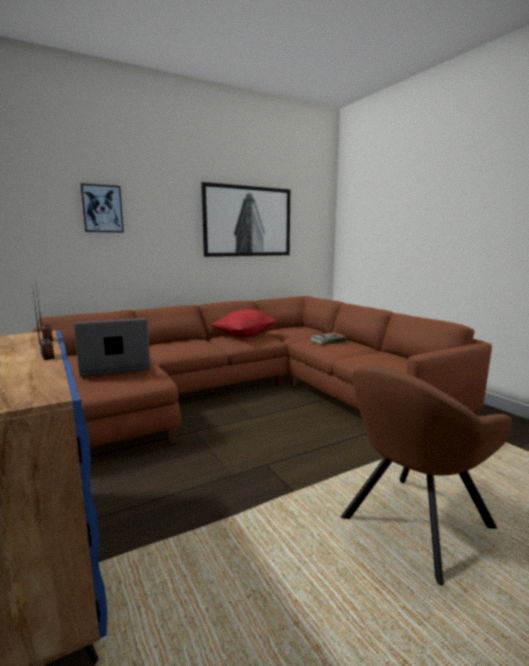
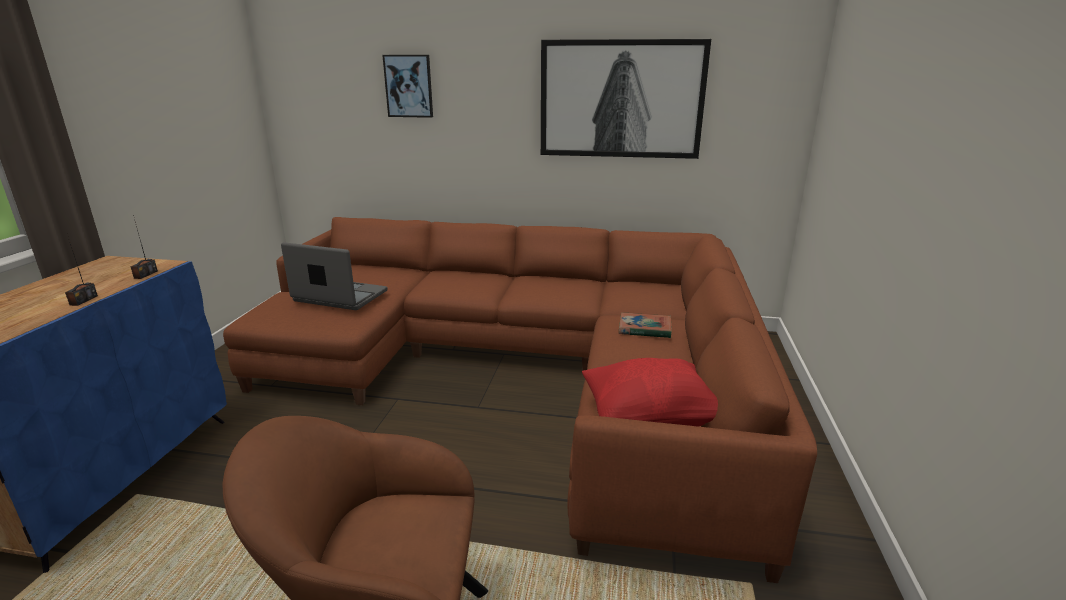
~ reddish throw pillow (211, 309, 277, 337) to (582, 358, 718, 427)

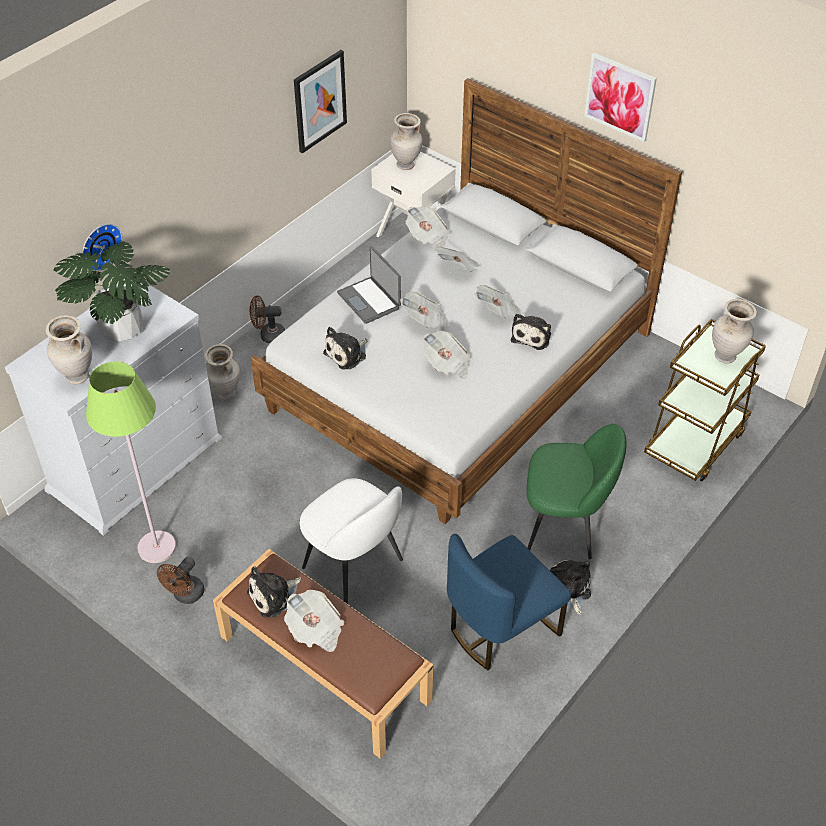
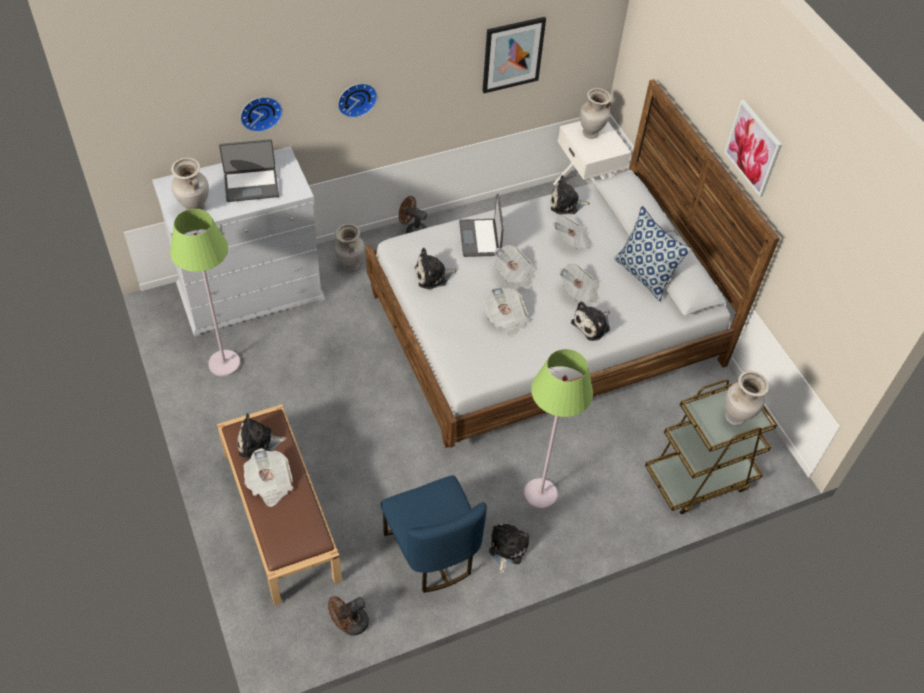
- whitish plain chair (300, 478, 403, 604)
+ hanging clock (338, 83, 378, 118)
+ throw pillow (614, 206, 691, 302)
~ brown-coloured fan (157, 557, 204, 604) to (328, 596, 369, 636)
~ potted plant (53, 241, 170, 341) to notebook computer (219, 139, 279, 202)
~ newspaper (405, 206, 450, 248) to plush toy (551, 175, 590, 214)
~ green-coloured plain chair (527, 424, 626, 559) to green-coloured standing lamp (524, 349, 593, 509)
~ bluish plain chair (447, 534, 571, 670) = (381, 475, 487, 593) 105 degrees counterclockwise

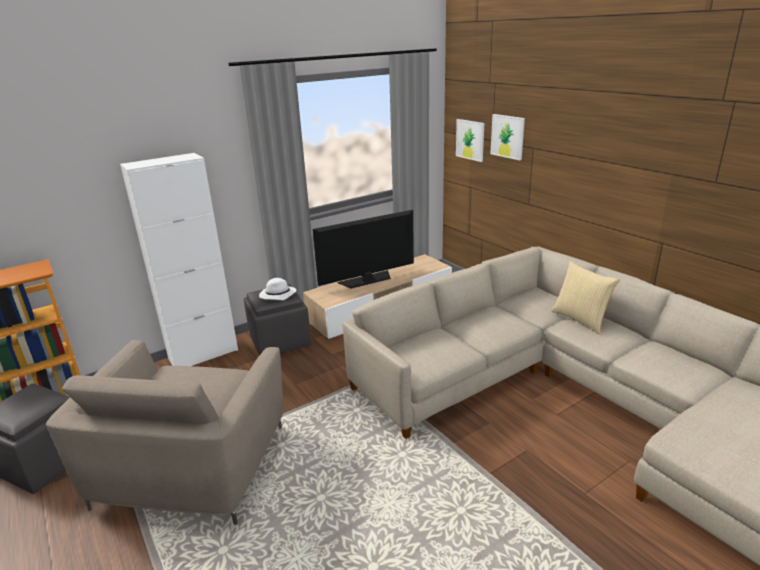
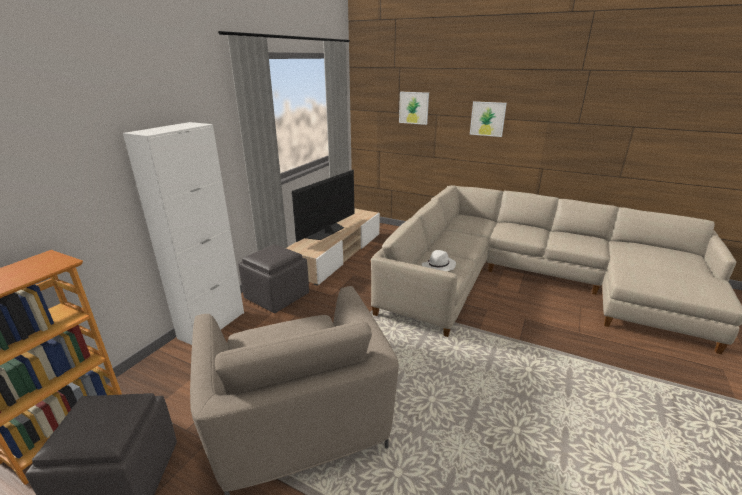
- throw pillow (552, 261, 620, 334)
~ whitish hat (259, 278, 296, 300) to (422, 250, 456, 271)
~ picture (456, 119, 484, 162) to (470, 101, 507, 137)

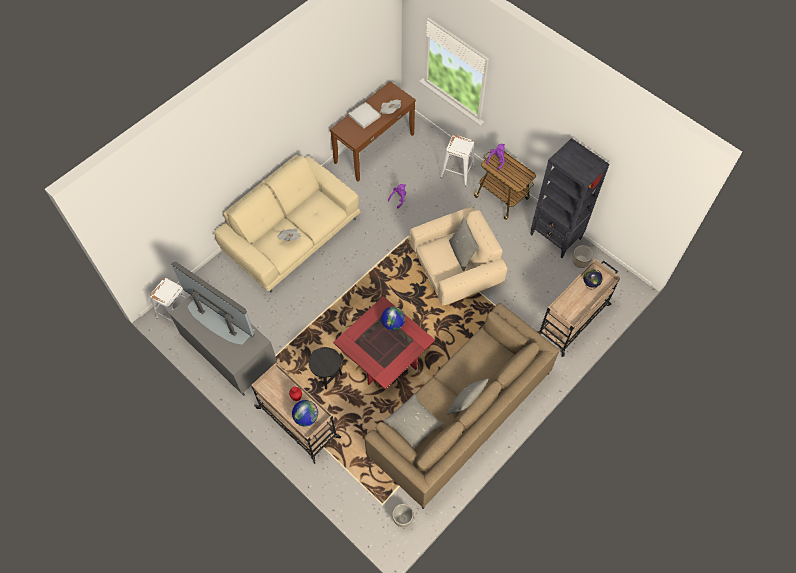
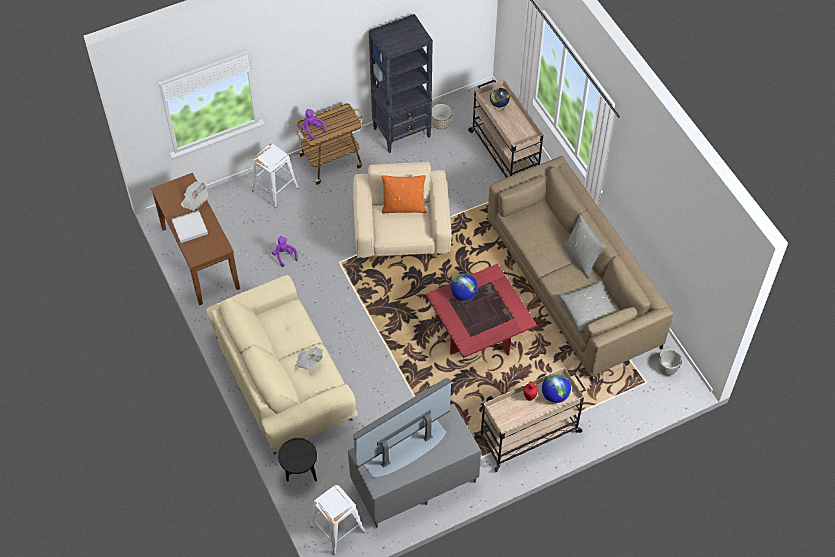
~ black-coloured accent table (309, 347, 342, 390) to (278, 438, 317, 482)
~ grey throw pillow (449, 217, 479, 271) to orange throw pillow (381, 175, 426, 213)

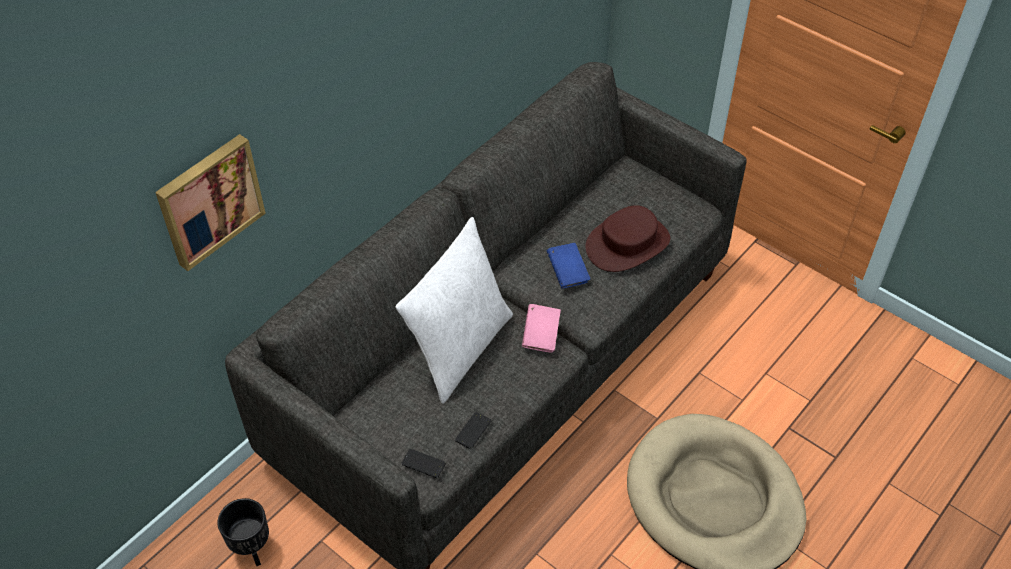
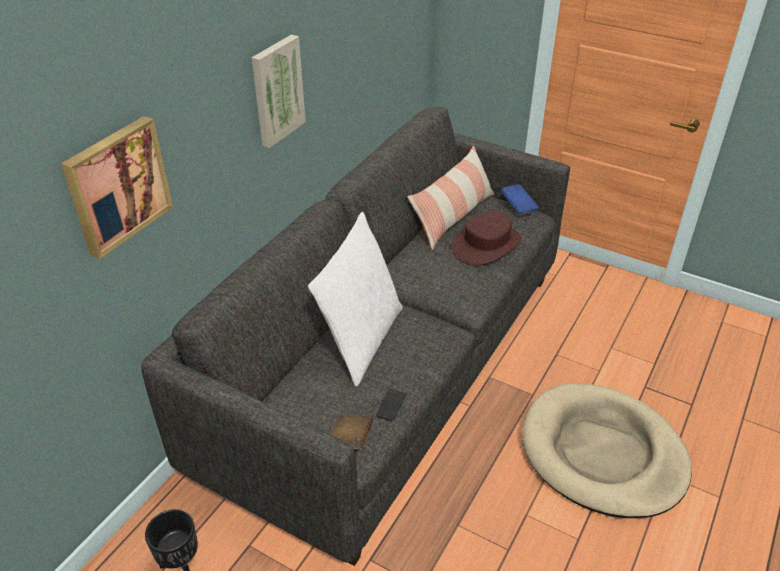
- pink volume (522, 304, 561, 353)
+ picture (251, 35, 306, 148)
+ throw pillow (407, 146, 494, 250)
~ bluish volume (547, 243, 590, 288) to (500, 184, 539, 215)
~ handset (401, 449, 446, 478) to brown-coloured volume (330, 415, 373, 449)

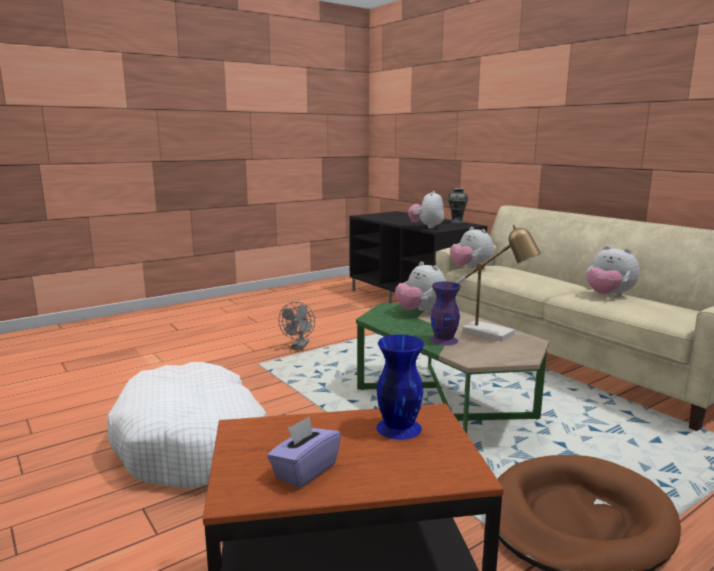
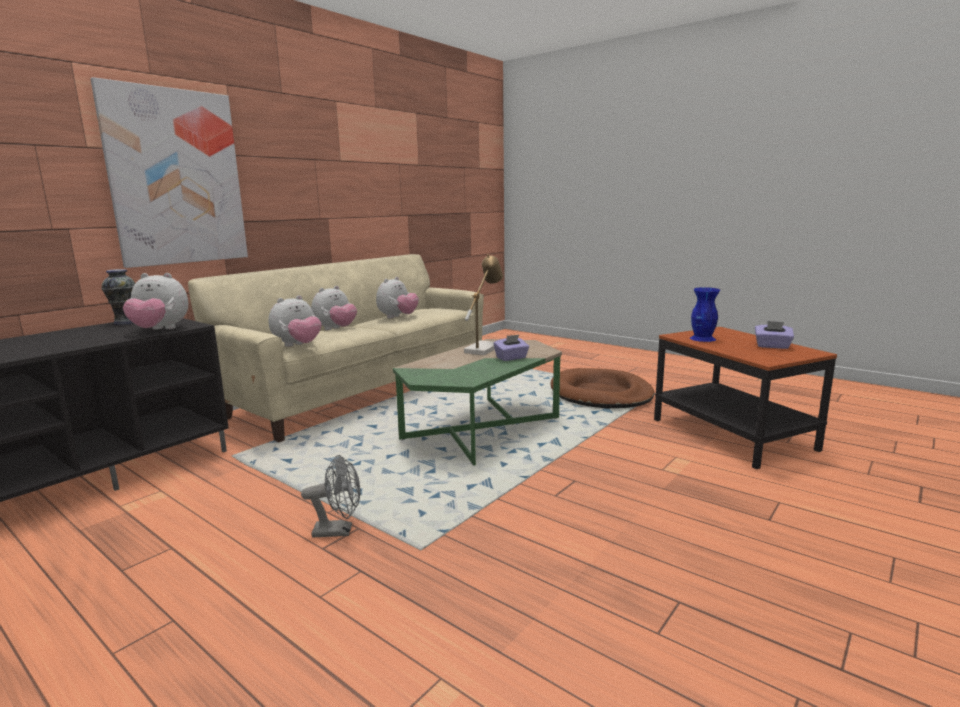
- whitish dog bed (108, 362, 267, 488)
+ picture (90, 77, 248, 268)
~ plush toy (395, 262, 447, 314) to (311, 286, 357, 330)
~ purple vase (430, 282, 461, 345) to purple box of tissues (494, 335, 529, 361)

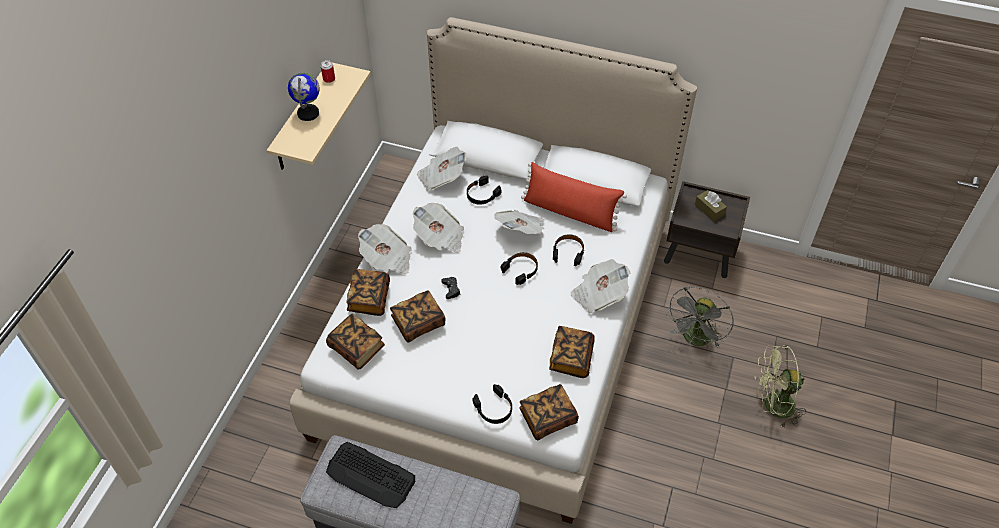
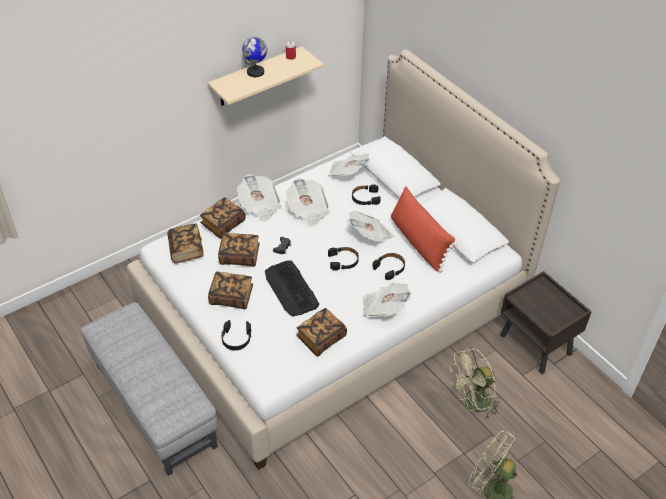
- brown-coloured box of tissues (695, 190, 727, 221)
~ computer keyboard (326, 442, 415, 508) to (265, 260, 319, 316)
~ volume (519, 384, 579, 440) to (208, 271, 253, 309)
~ grey fan (666, 287, 734, 348) to green-coloured fan (450, 347, 501, 421)

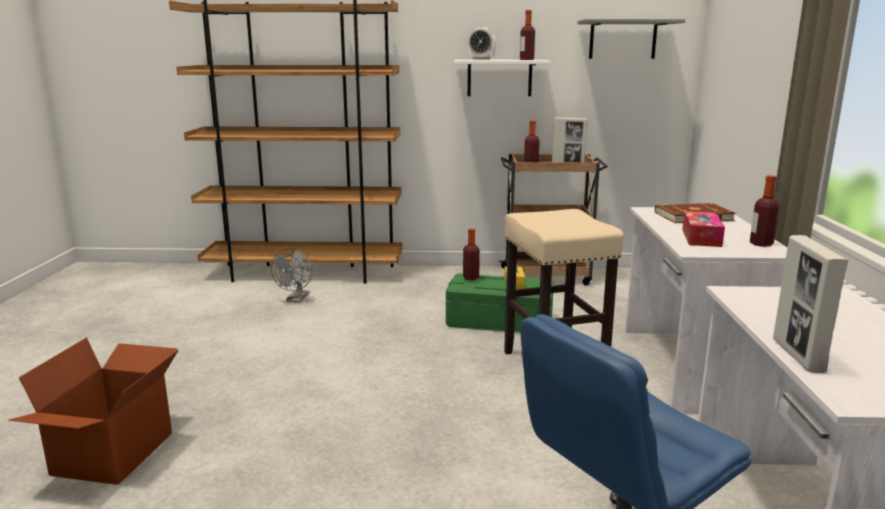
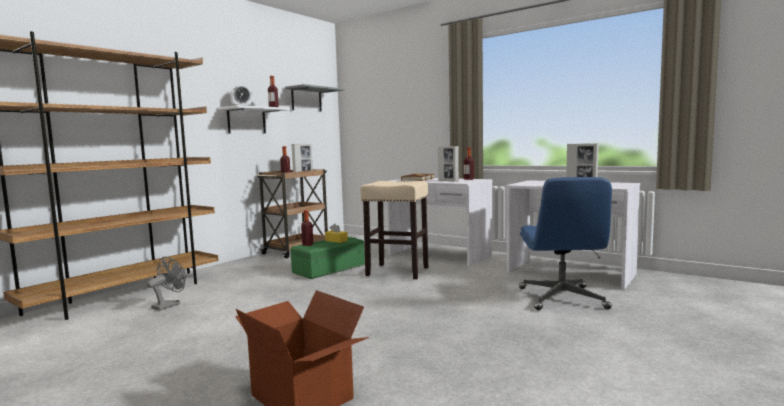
~ box of tissues (682, 211, 725, 247) to photo frame (438, 146, 459, 182)
~ grey fan (271, 248, 312, 303) = (147, 257, 186, 311) 105 degrees counterclockwise

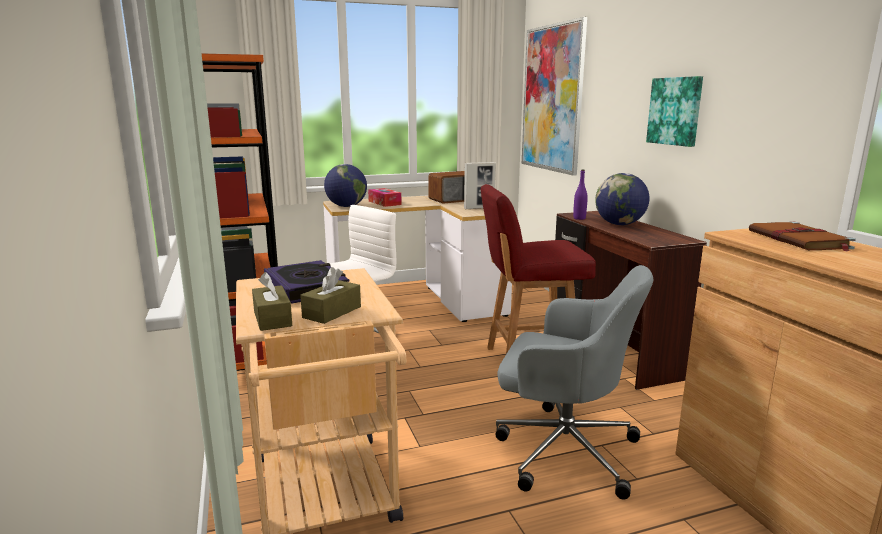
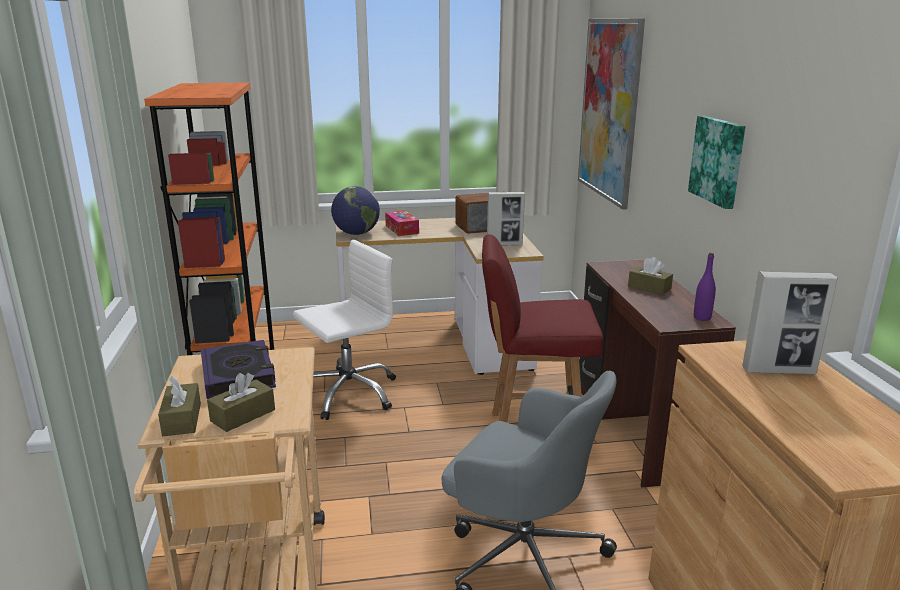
~ purple bottle (573, 169, 588, 220) to (694, 253, 716, 321)
~ desk globe (595, 173, 649, 225) to brown-coloured box of tissues (628, 257, 673, 295)
~ brown-coloured volume (749, 222, 856, 251) to photo frame (742, 271, 837, 374)

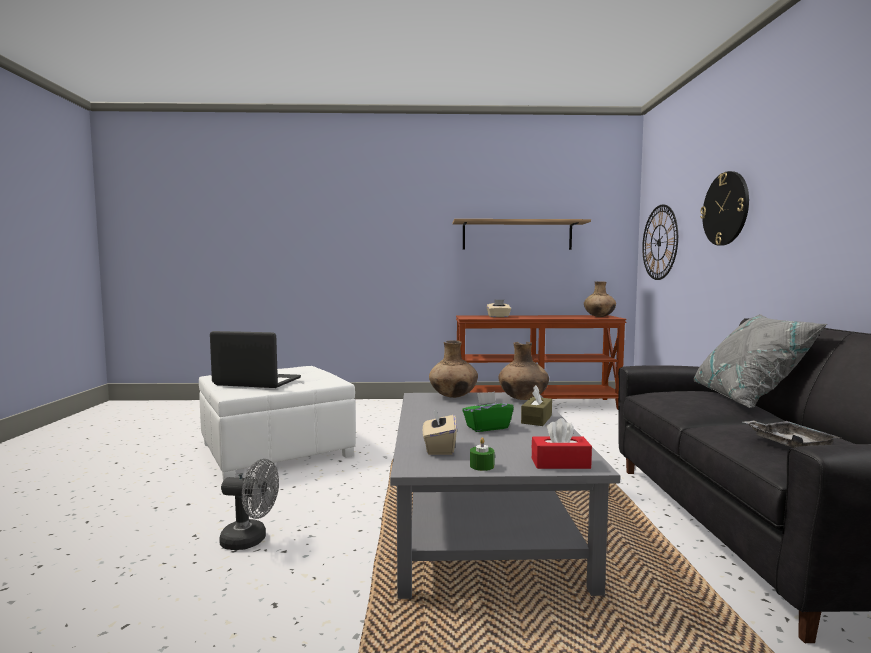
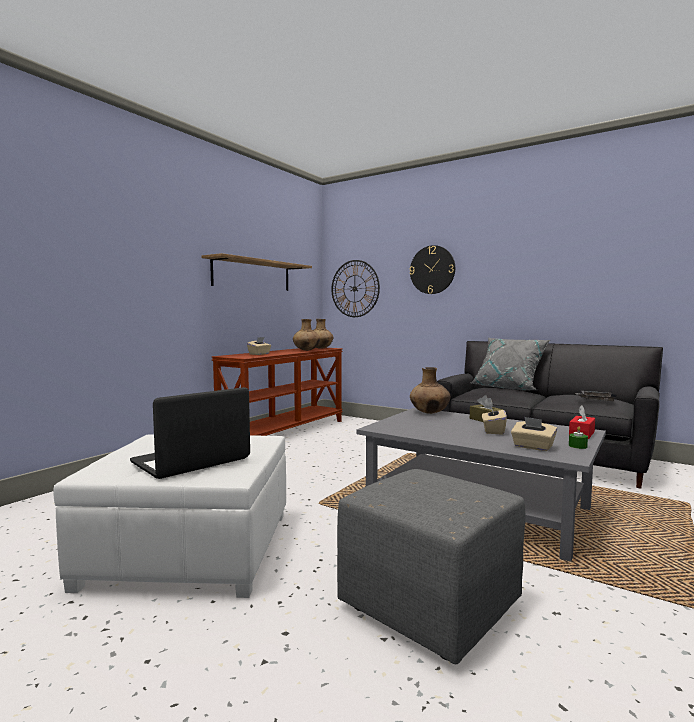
~ brown-coloured vase (429, 340, 478, 398) to (293, 319, 320, 351)
~ grey fan (219, 459, 279, 550) to grey ottoman (337, 469, 526, 665)
~ green-coloured box of tissues (462, 391, 514, 432) to sand-coloured box of tissues (482, 406, 507, 435)

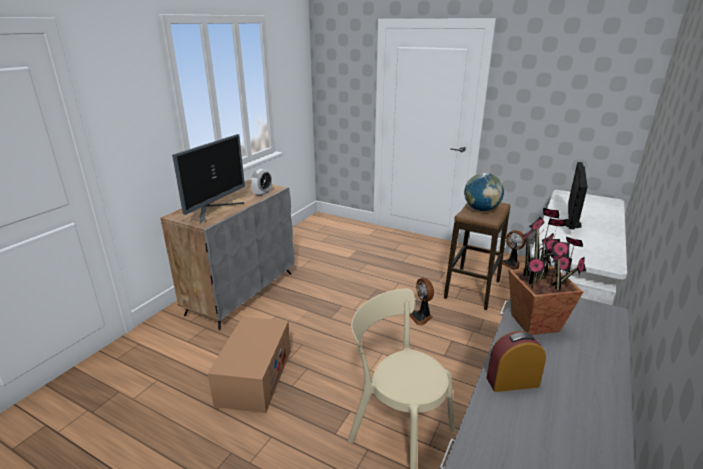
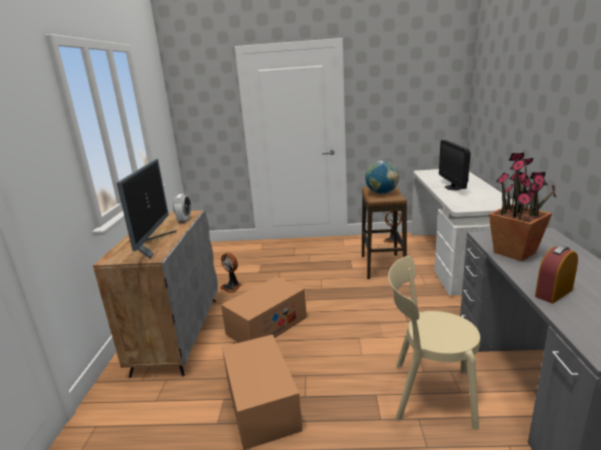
+ packing box (221, 277, 307, 343)
~ fan (410, 277, 434, 326) to (220, 253, 241, 293)

